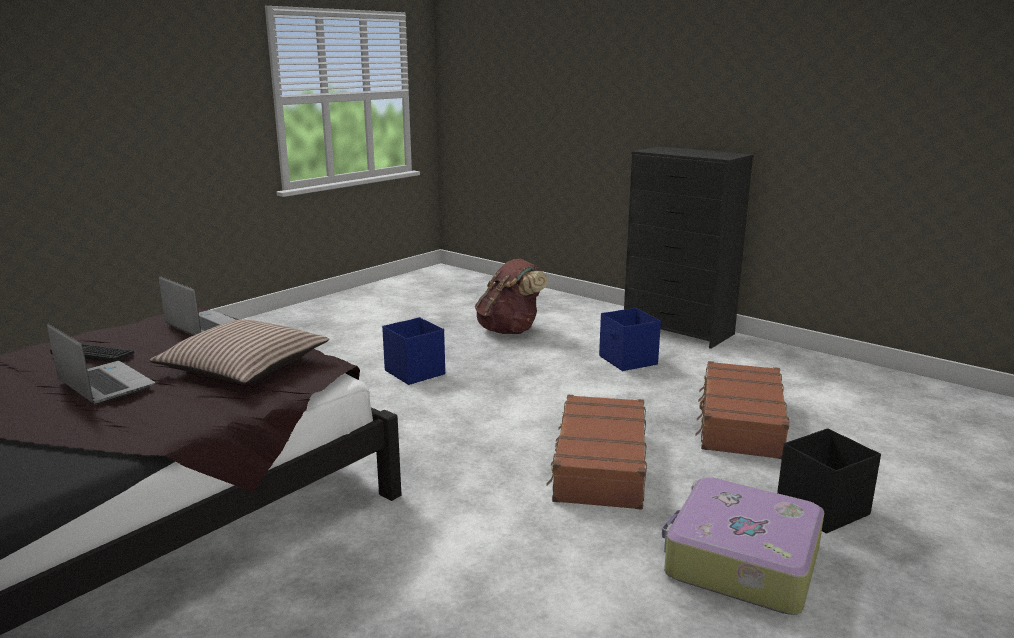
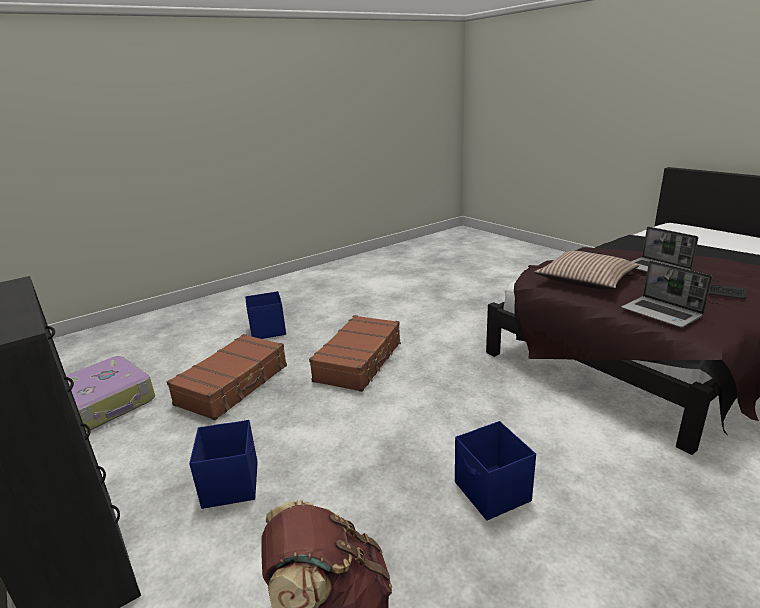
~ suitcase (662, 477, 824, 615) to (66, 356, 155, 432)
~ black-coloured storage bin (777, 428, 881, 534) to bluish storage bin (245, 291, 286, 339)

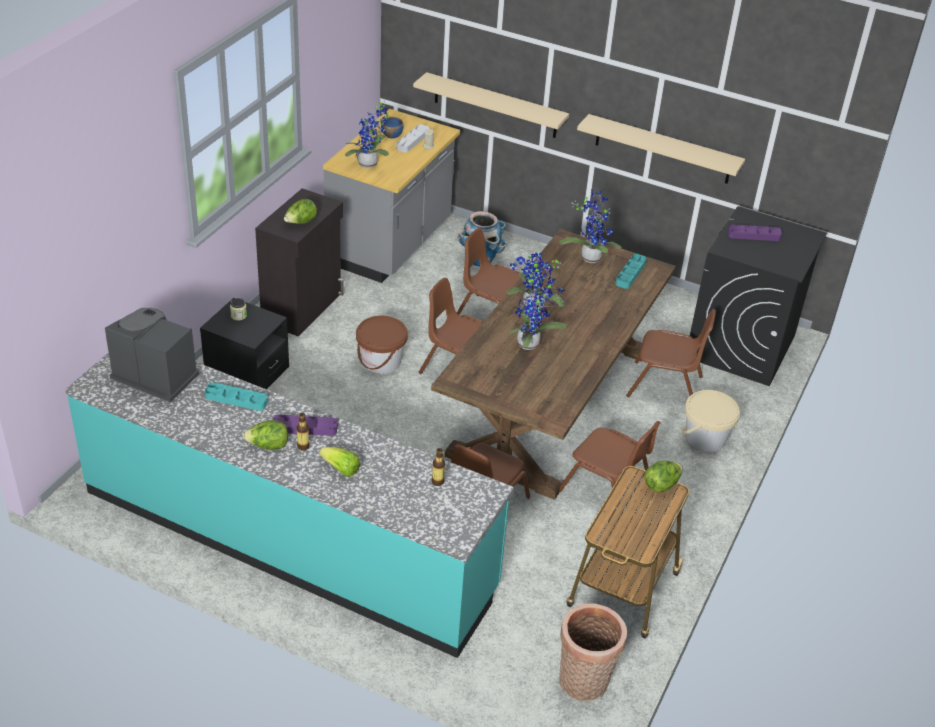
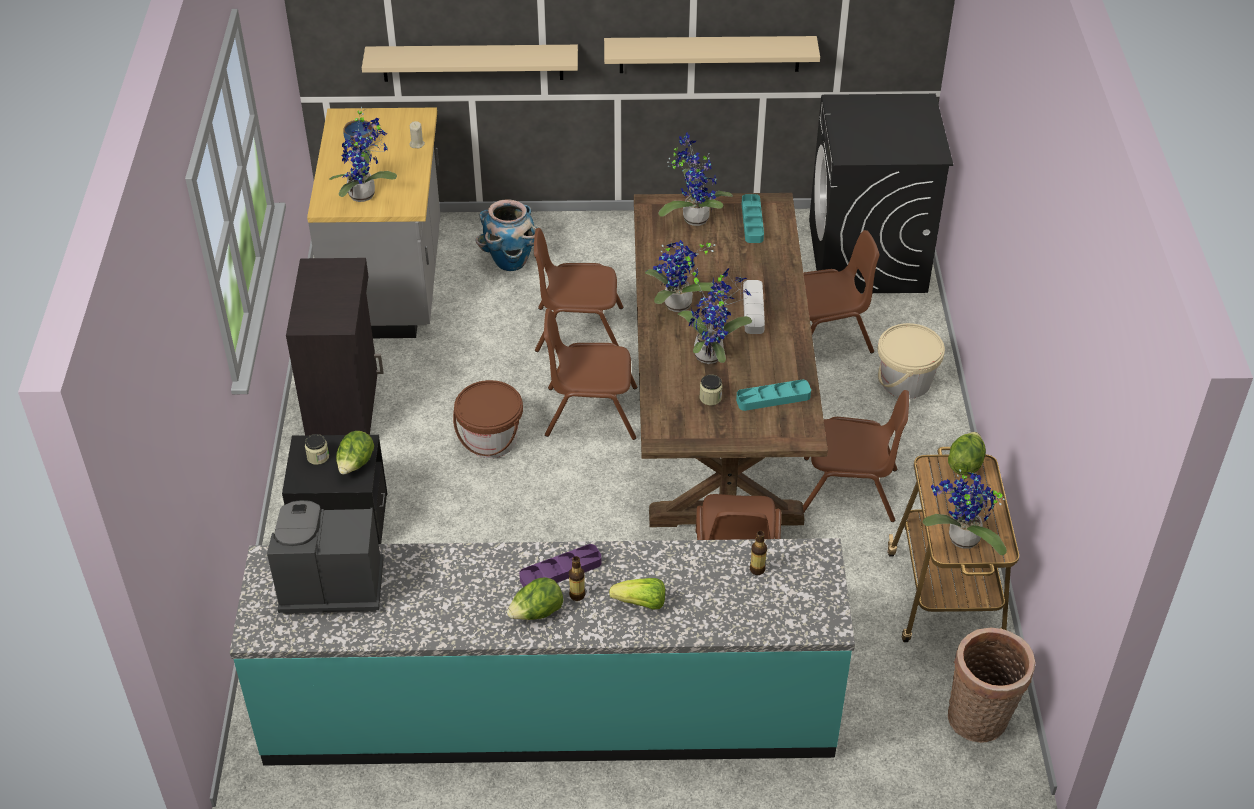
- purple tray (728, 224, 782, 241)
+ storage jar (700, 375, 722, 405)
+ potted plant (923, 469, 1007, 556)
~ turquoise-coloured tray (205, 382, 268, 411) to (736, 380, 811, 411)
~ lettuce (284, 199, 317, 224) to (336, 431, 374, 474)
~ grey tray (396, 124, 430, 152) to (743, 280, 765, 334)

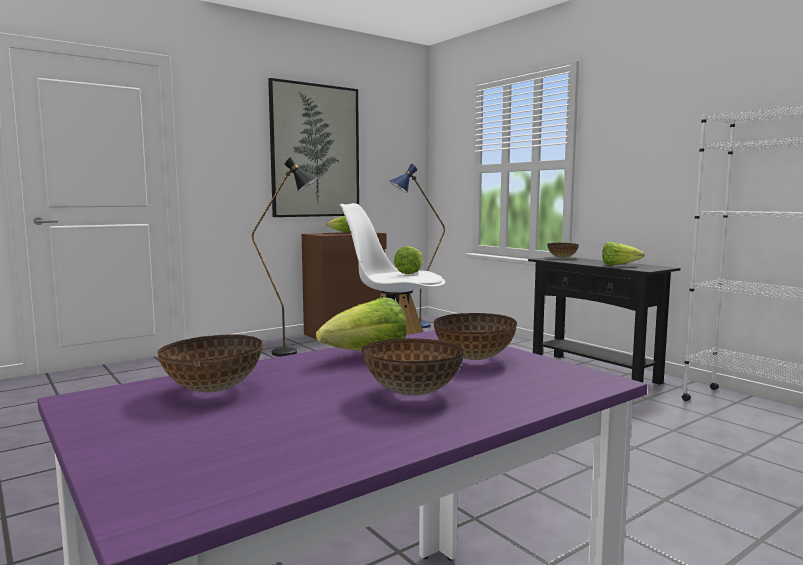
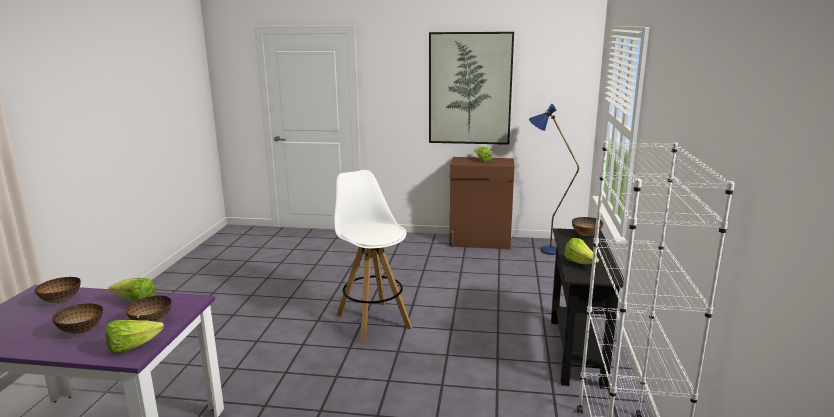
- black-coloured standing lamp (252, 156, 319, 357)
~ lettuce (394, 246, 423, 274) to (105, 320, 164, 354)

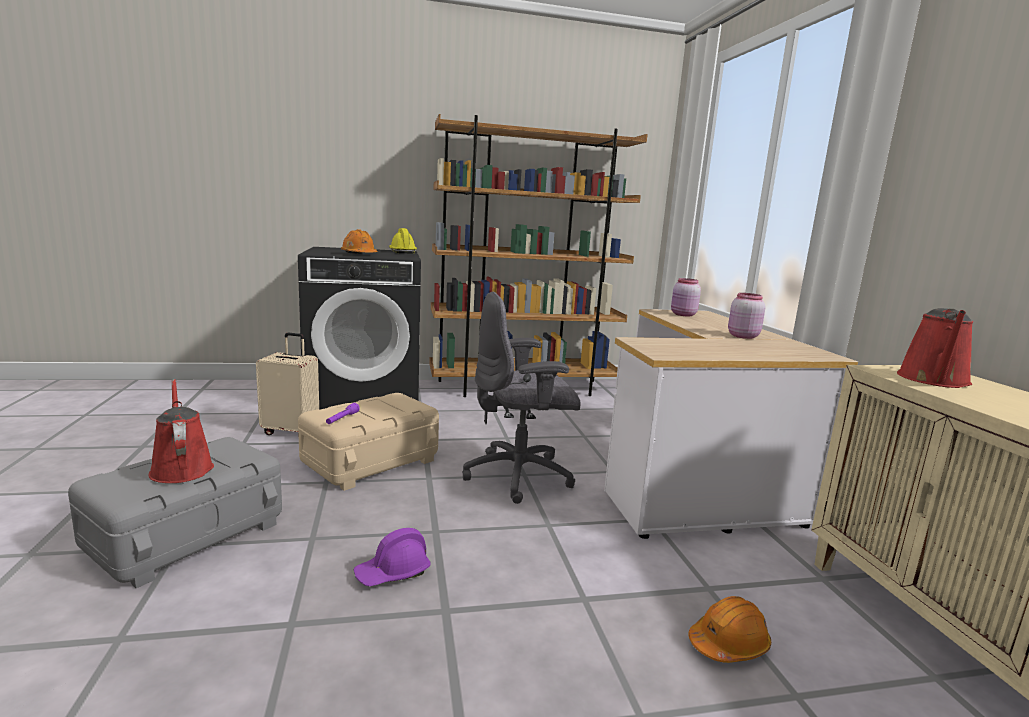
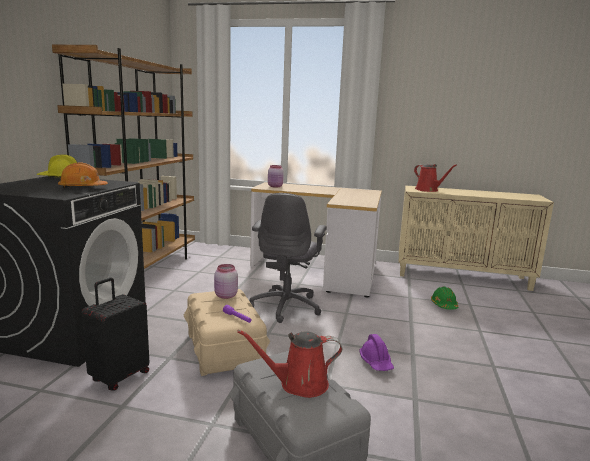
~ pink storage jar (728, 293, 765, 339) to (214, 264, 238, 299)
~ sand-coloured suitcase (256, 333, 319, 437) to black-coloured suitcase (82, 278, 150, 391)
~ orange work helmet (688, 596, 771, 663) to green-coloured work helmet (431, 287, 458, 310)

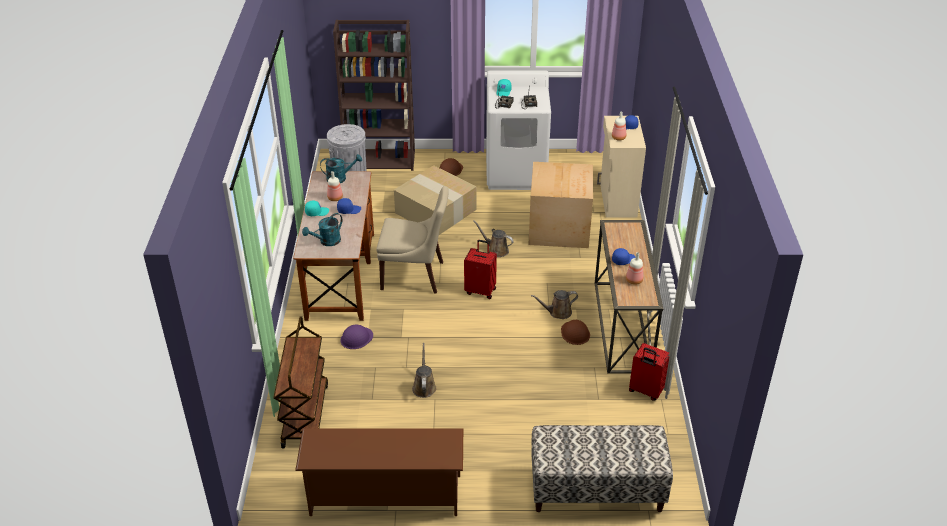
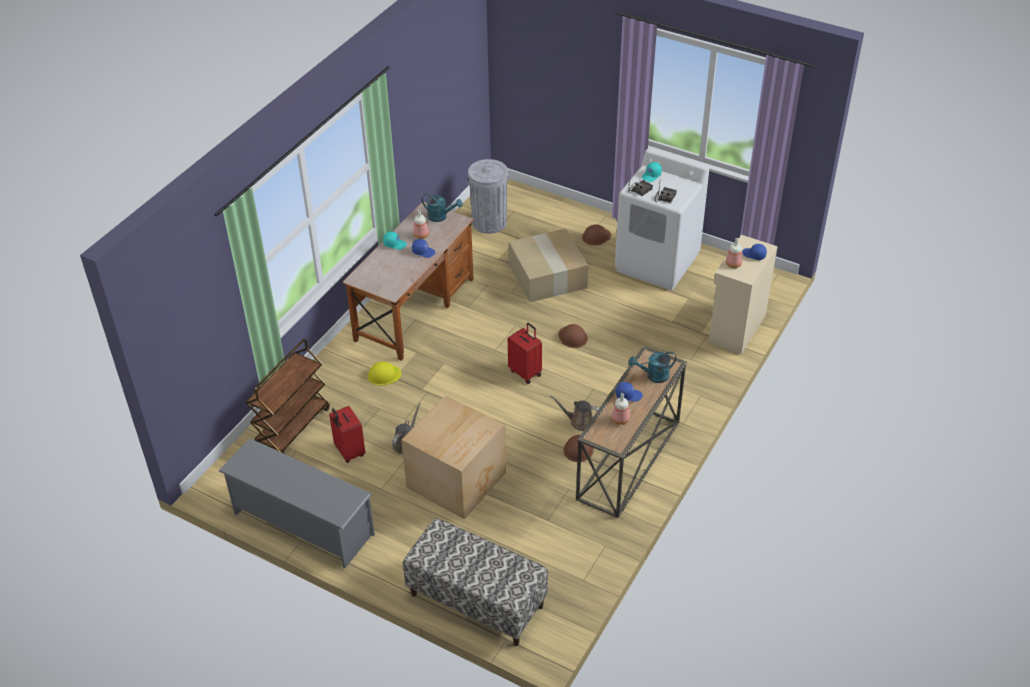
- brown-coloured bookshelf (333, 20, 415, 171)
- sand-coloured plain chair (376, 186, 449, 294)
~ turquoise-coloured sprinkling can (302, 213, 343, 246) to (629, 351, 676, 383)
~ packing box (528, 162, 593, 248) to (401, 395, 506, 519)
~ reddish suitcase (629, 343, 669, 401) to (329, 406, 366, 463)
~ brown-coloured sprinkling can (473, 221, 514, 257) to brown-coloured work helmet (558, 324, 588, 348)
~ brown-coloured shoe shelf (295, 428, 463, 516) to grey shoe shelf (219, 438, 375, 568)
~ purple work helmet (340, 325, 373, 349) to yellowish work helmet (368, 362, 401, 386)

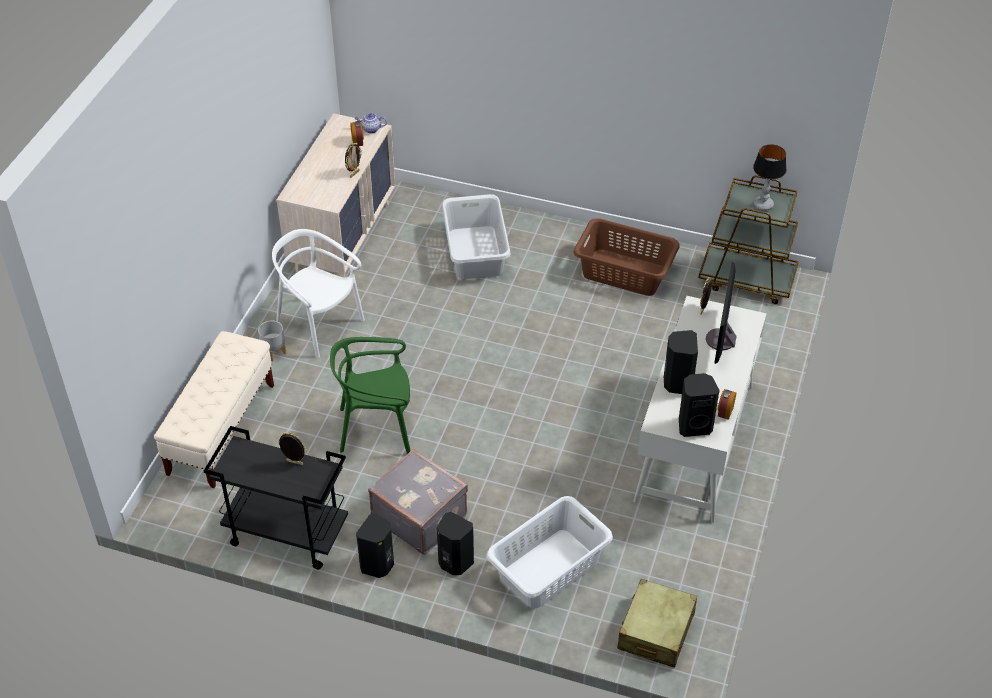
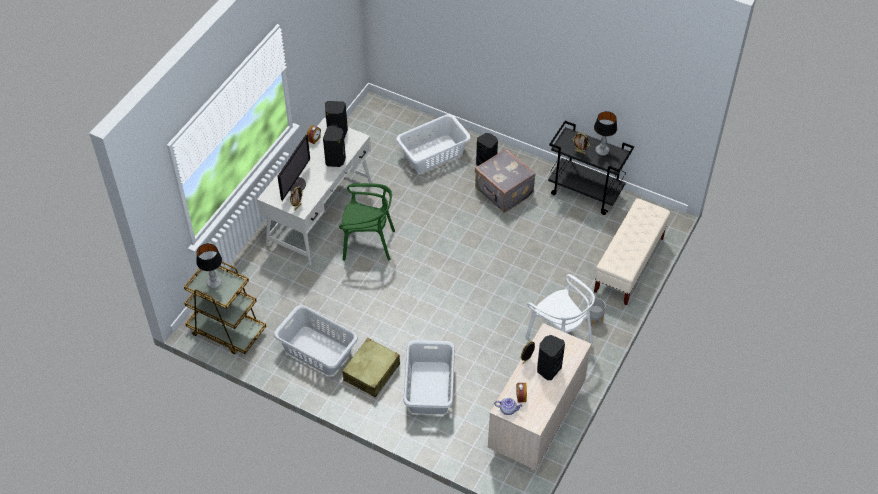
+ table lamp (594, 111, 617, 155)
~ green-coloured plain chair (330, 337, 411, 454) to (339, 183, 395, 261)
~ black-coloured audio speaker (356, 513, 394, 578) to (537, 335, 565, 380)
~ sand-coloured suitcase (617, 579, 697, 668) to (342, 338, 400, 397)
~ brown-coloured washing basket (573, 218, 680, 296) to grey washing basket (274, 305, 358, 376)

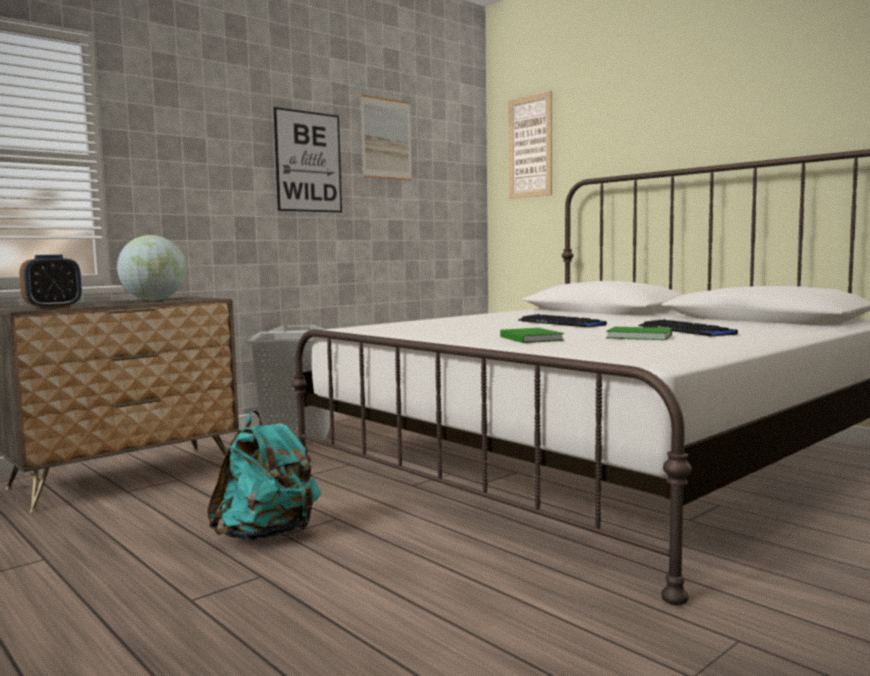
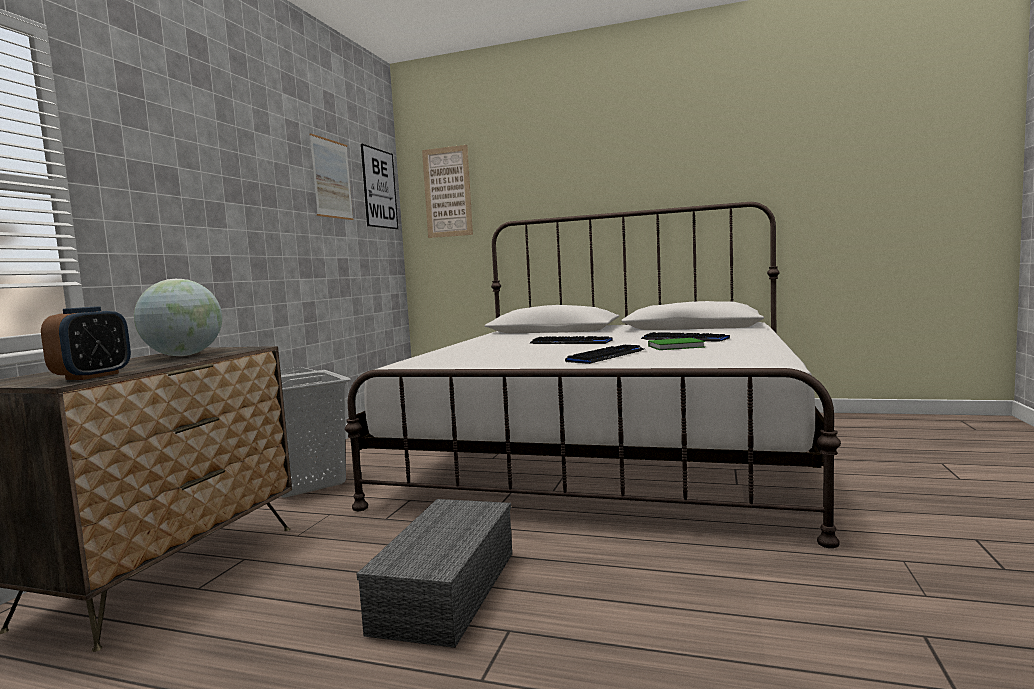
~ picture (274, 107, 342, 213) to (361, 144, 398, 229)
~ turquoise-coloured knapsack (207, 410, 321, 541) to grey storage bin (357, 499, 512, 648)
~ green-coloured volume (500, 328, 564, 343) to computer keyboard (565, 345, 644, 364)

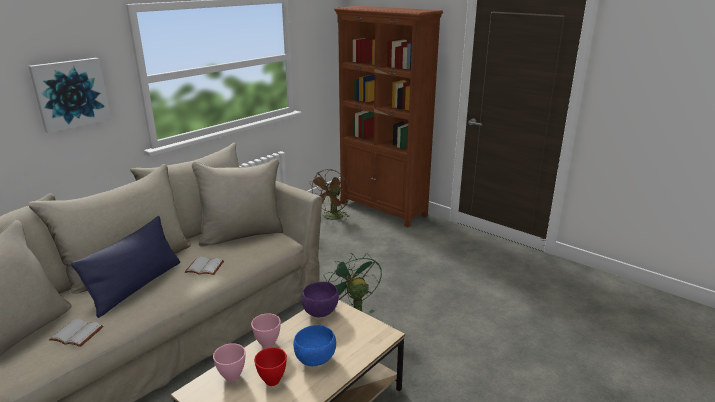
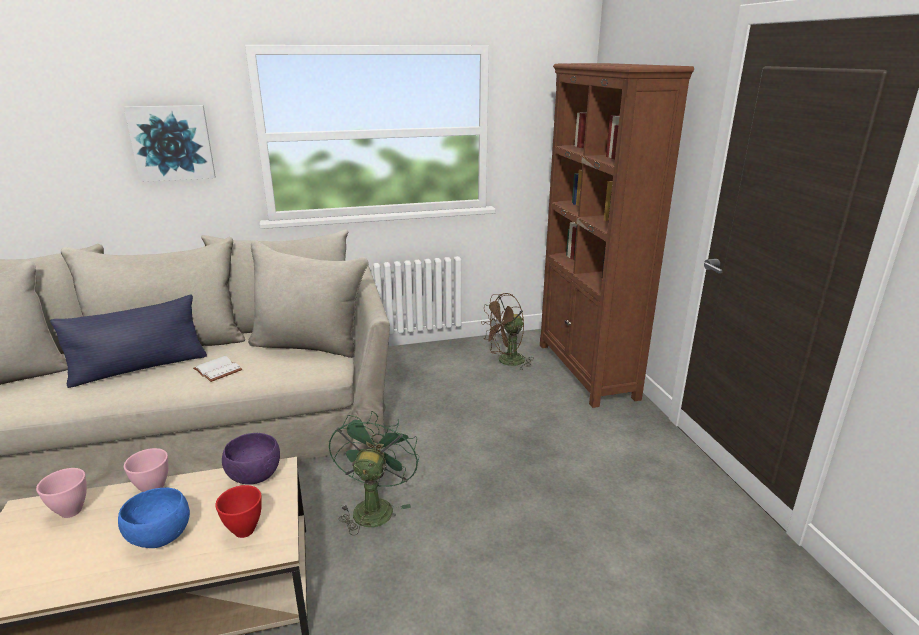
- whitish volume (49, 319, 103, 347)
~ reddish bowl (254, 347, 287, 386) to (215, 485, 262, 538)

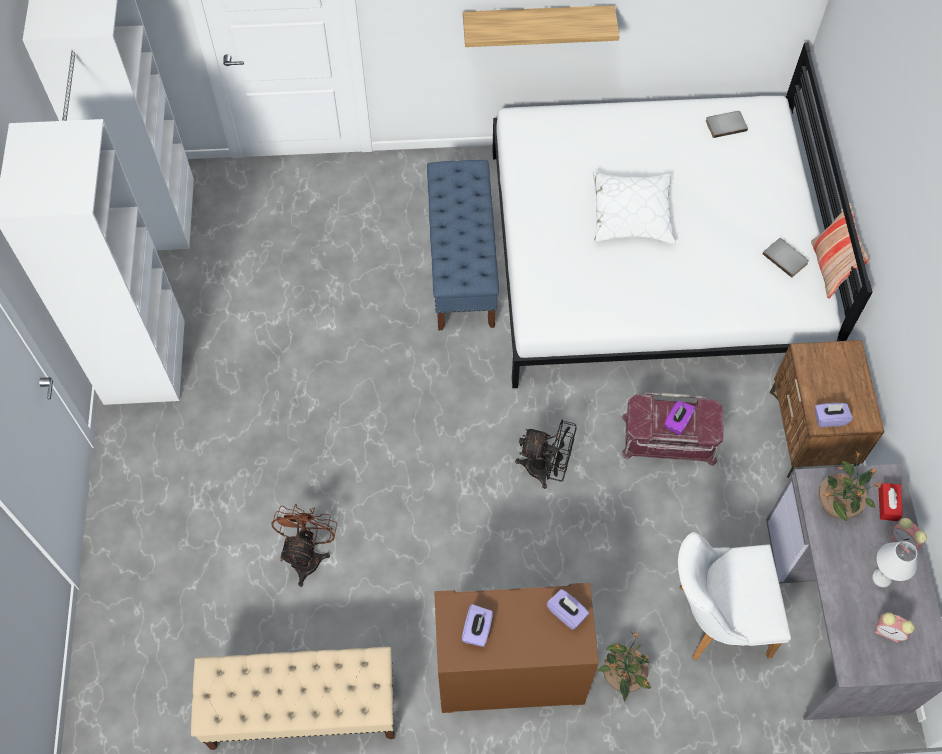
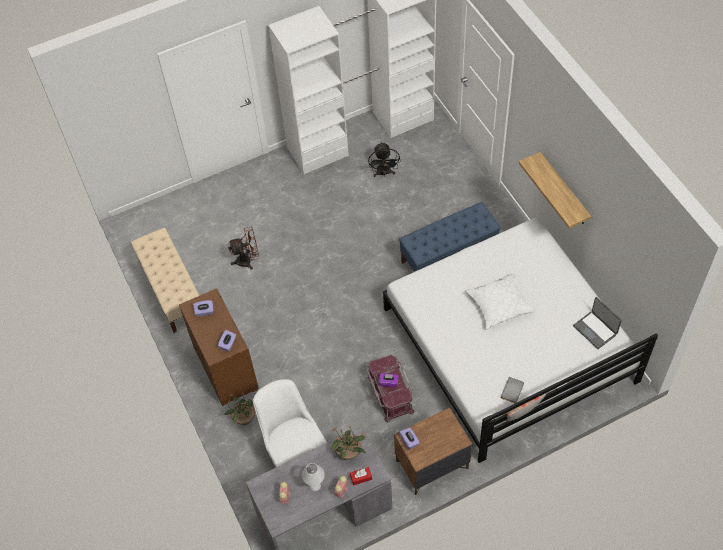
~ black-coloured fan (515, 420, 577, 489) to (368, 142, 400, 177)
~ grey volume (706, 111, 748, 138) to notebook computer (573, 297, 622, 349)

